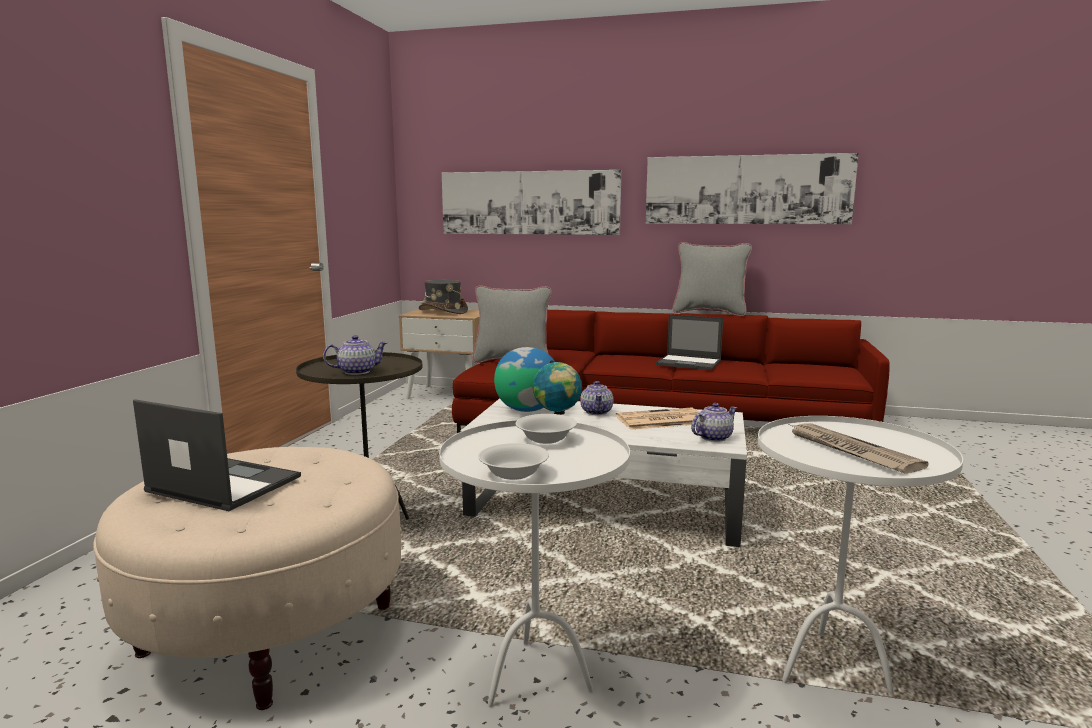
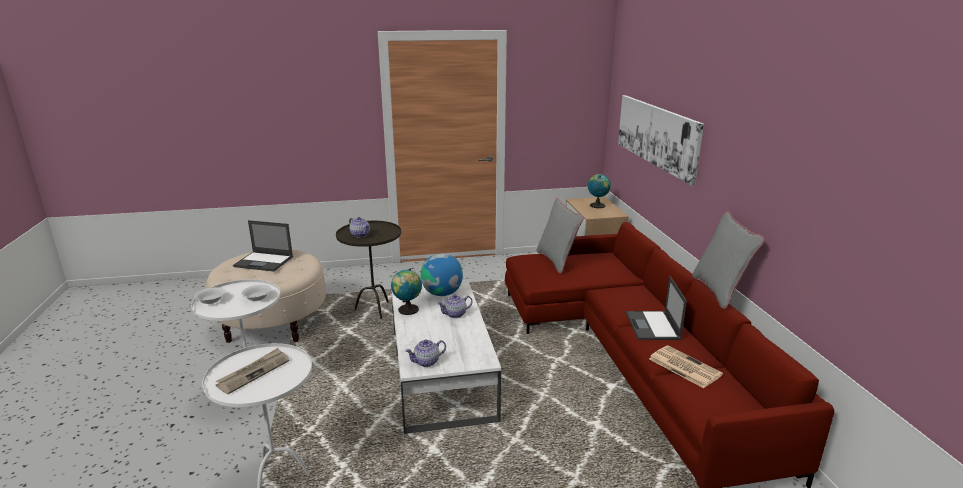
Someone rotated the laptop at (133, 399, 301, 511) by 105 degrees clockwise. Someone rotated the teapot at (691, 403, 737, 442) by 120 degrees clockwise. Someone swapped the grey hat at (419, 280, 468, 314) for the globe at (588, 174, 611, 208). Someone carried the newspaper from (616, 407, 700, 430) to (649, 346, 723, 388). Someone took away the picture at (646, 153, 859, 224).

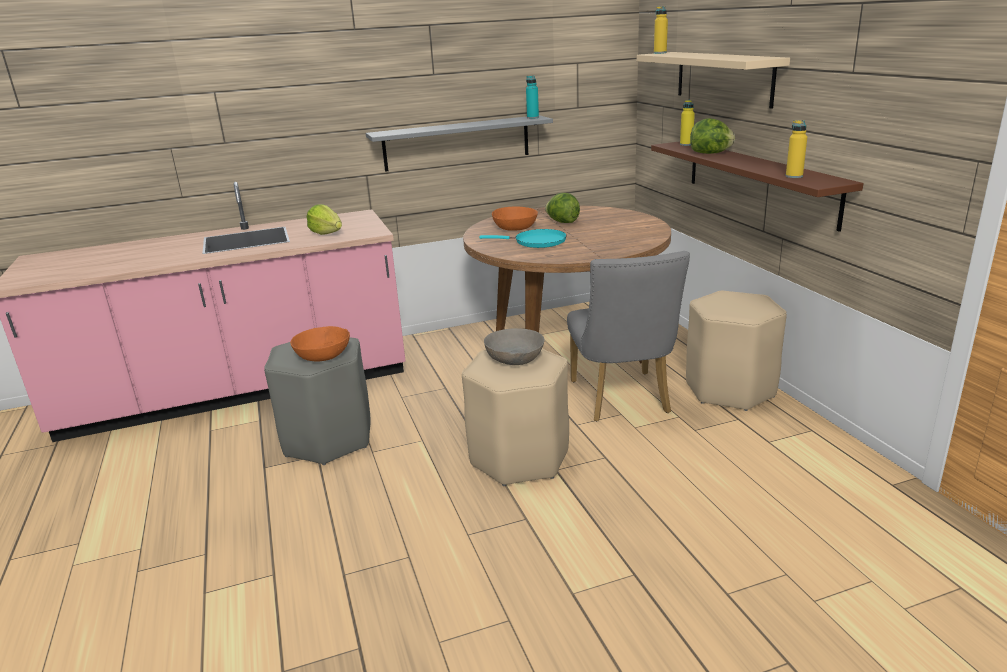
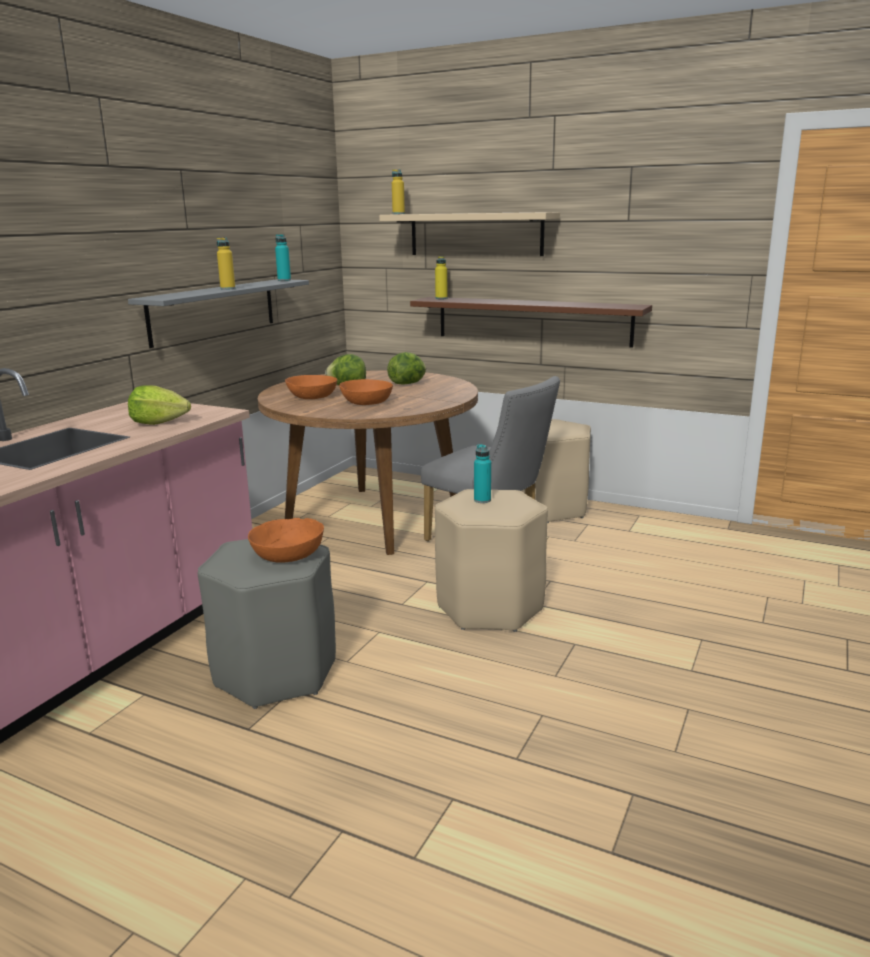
Someone carried the yellow bottle from (786, 120, 807, 178) to (217, 237, 235, 290). Someone swapped the turquoise frying pan at (479, 229, 567, 248) for the orange bowl at (339, 379, 393, 405). Someone carried the lettuce from (690, 118, 735, 154) to (387, 352, 426, 385). Someone swapped the grey bowl at (484, 328, 545, 365) for the turquoise bottle at (474, 444, 491, 503).

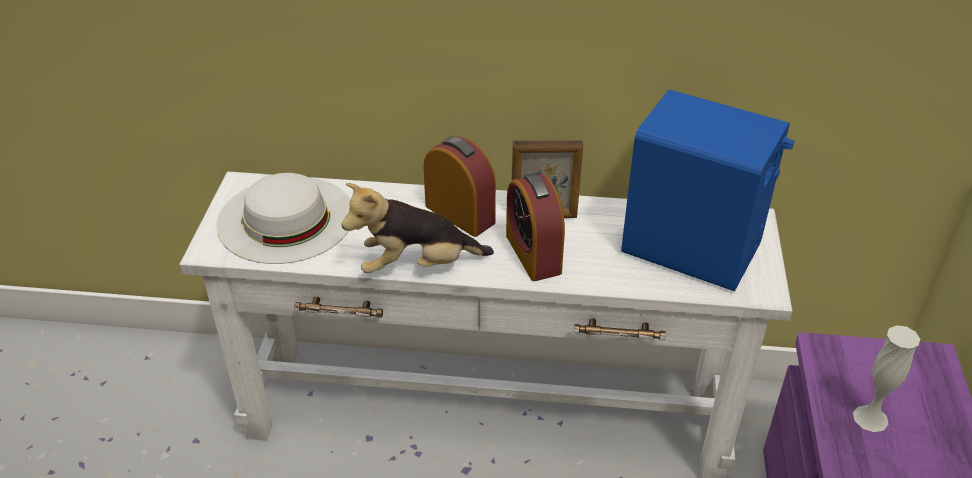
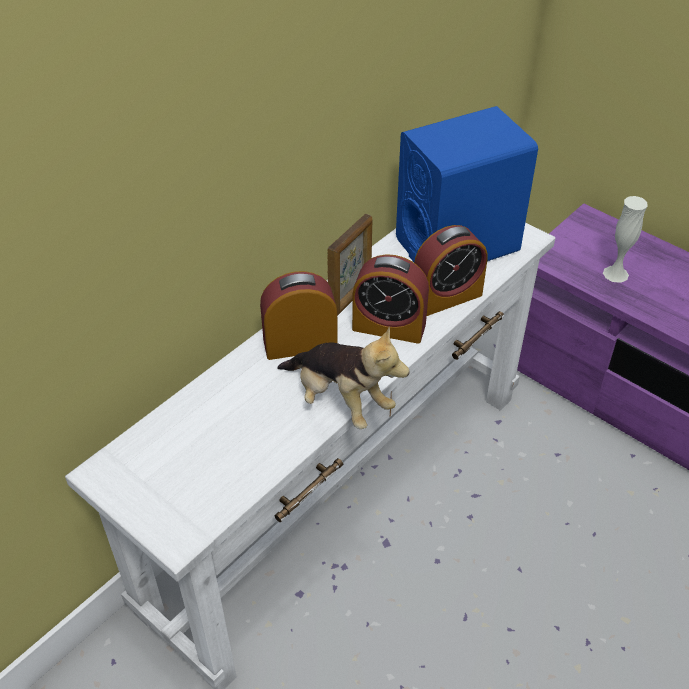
Someone rotated the plush toy at (342, 183, 494, 273) by 75 degrees counterclockwise. Someone put down the alarm clock at (414, 225, 488, 316). Someone took away the white hat at (216, 173, 350, 264).

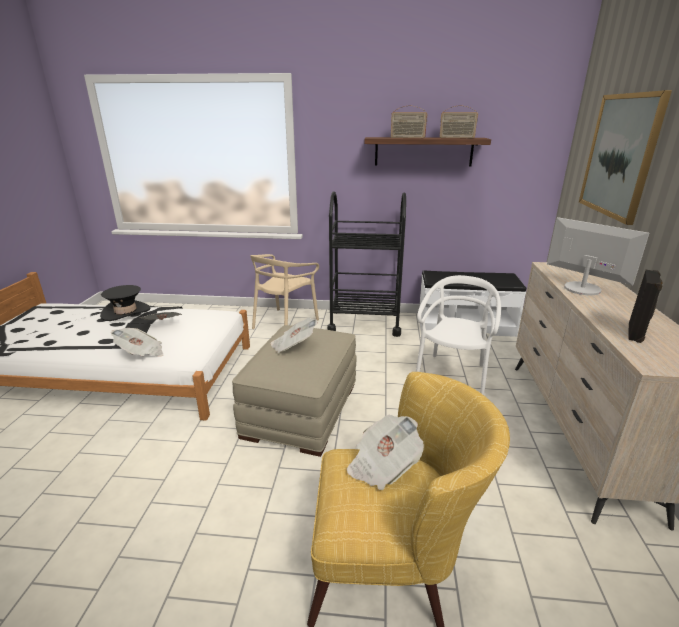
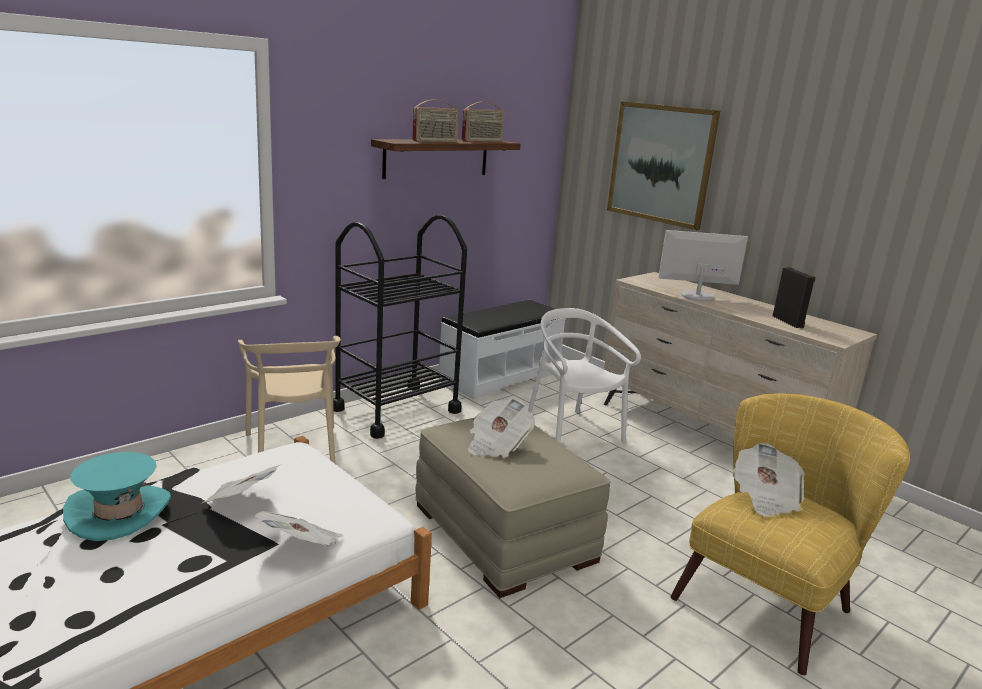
Someone repainted the black hat at (100, 285, 150, 321), which became the turquoise hat at (63, 452, 171, 541).

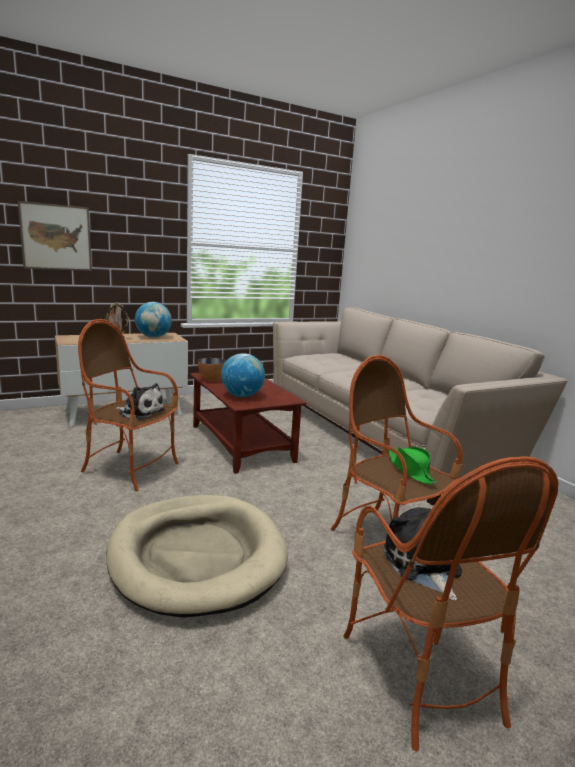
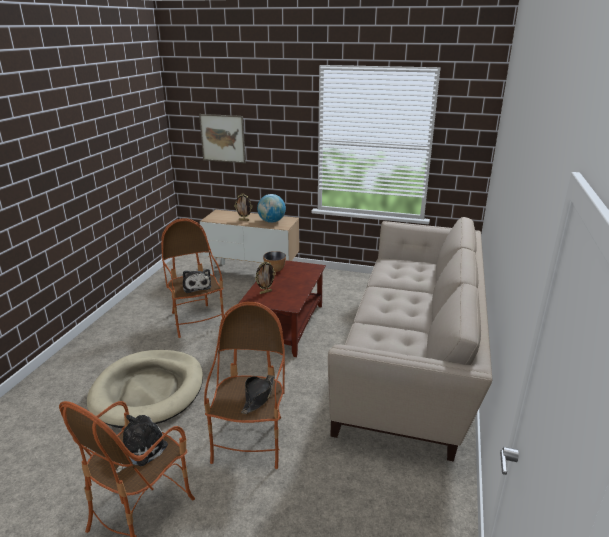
Someone repainted the green hat at (388, 446, 438, 485), which became the black hat at (241, 375, 274, 414). Someone swapped the globe at (221, 353, 265, 397) for the picture frame at (255, 261, 276, 294).

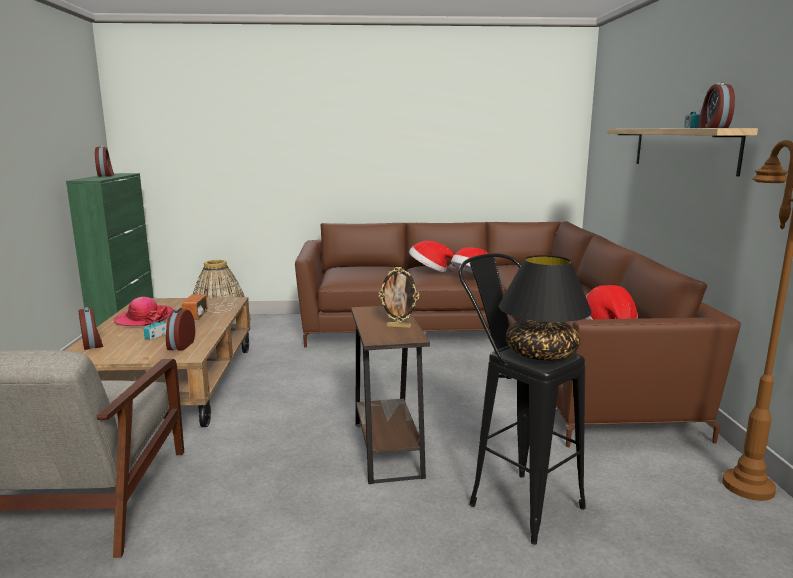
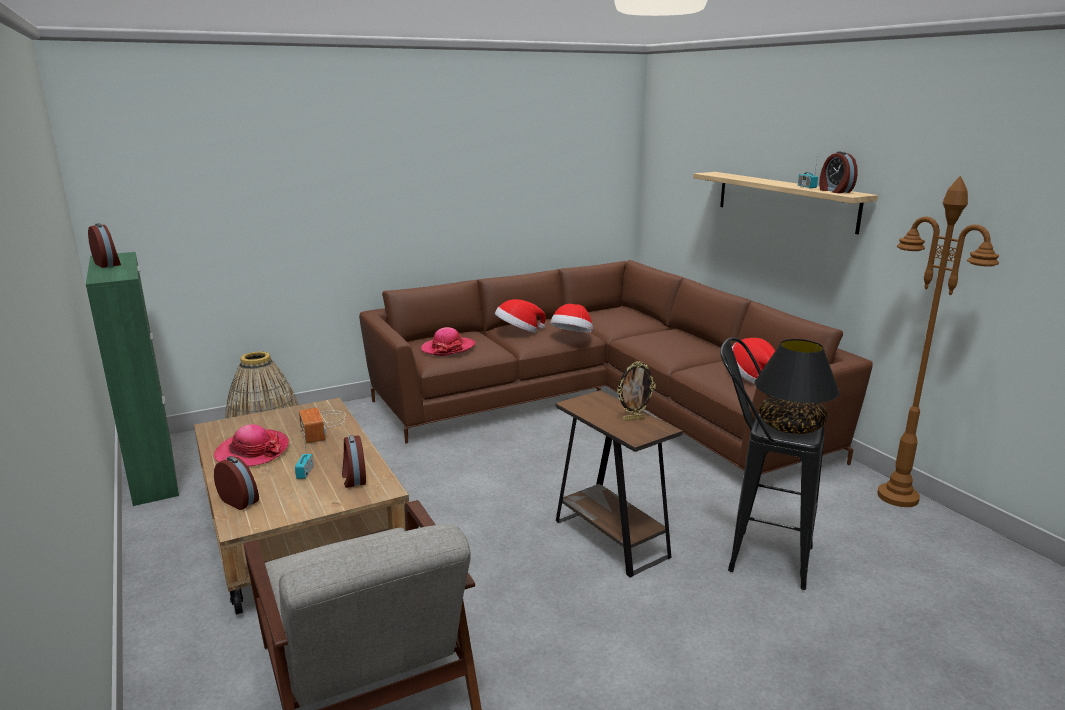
Someone put down the hat at (421, 327, 476, 356).

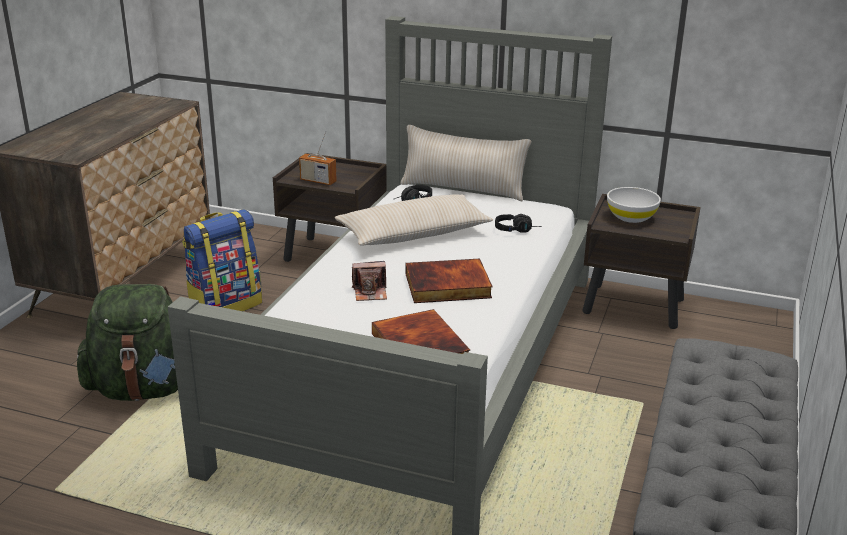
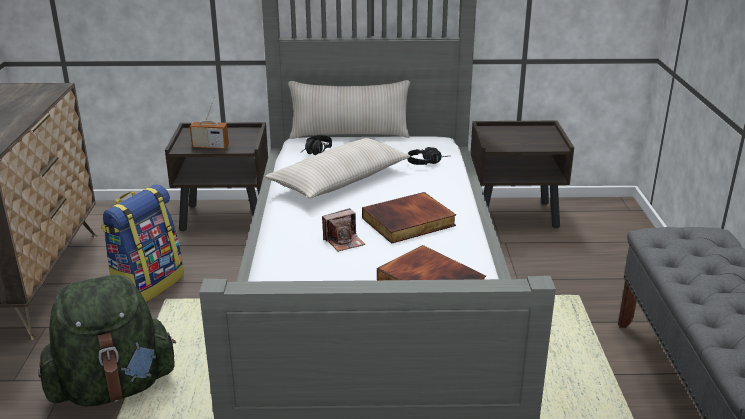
Someone took away the white bowl at (607, 187, 661, 223).

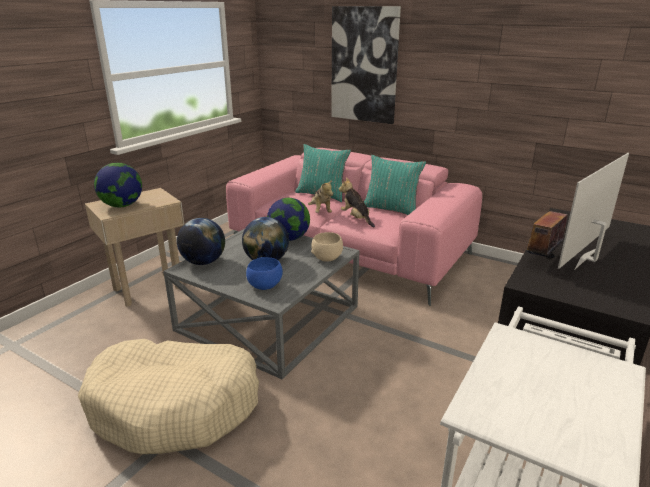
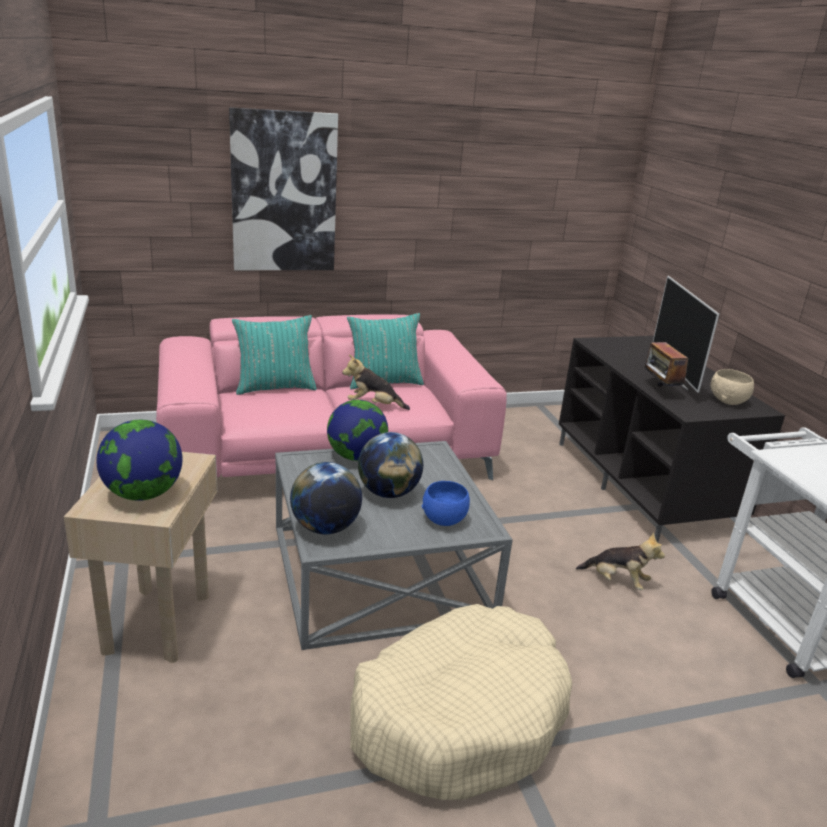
Someone carried the plush toy from (308, 179, 333, 213) to (576, 532, 665, 590). Someone carried the beige bowl from (311, 232, 343, 262) to (711, 369, 754, 405).

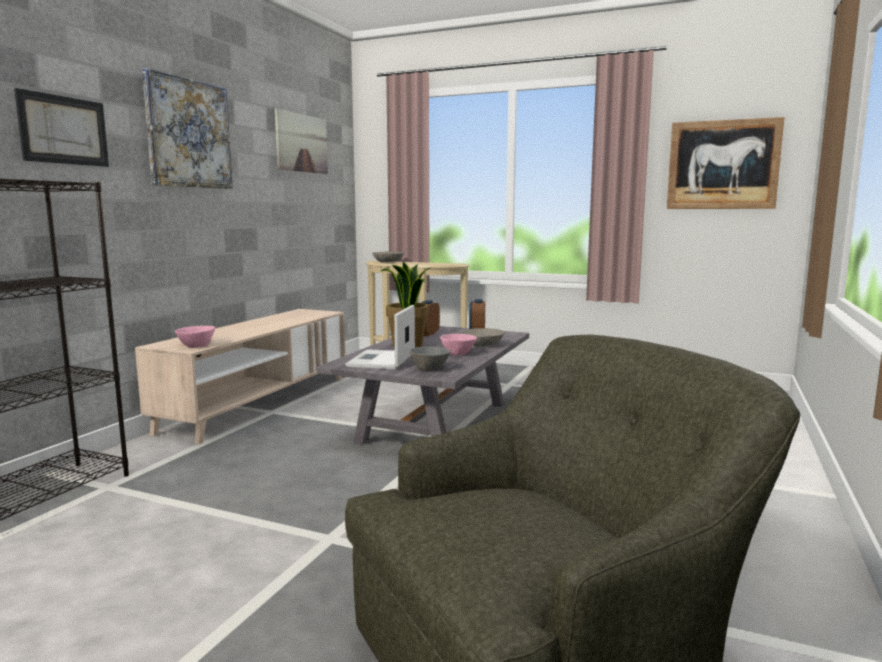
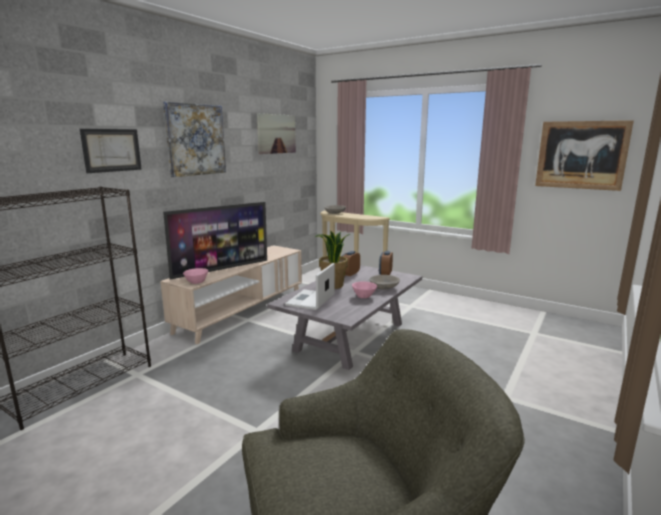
Someone put down the television at (163, 202, 267, 280). Someone took away the grey bowl at (410, 346, 450, 371).

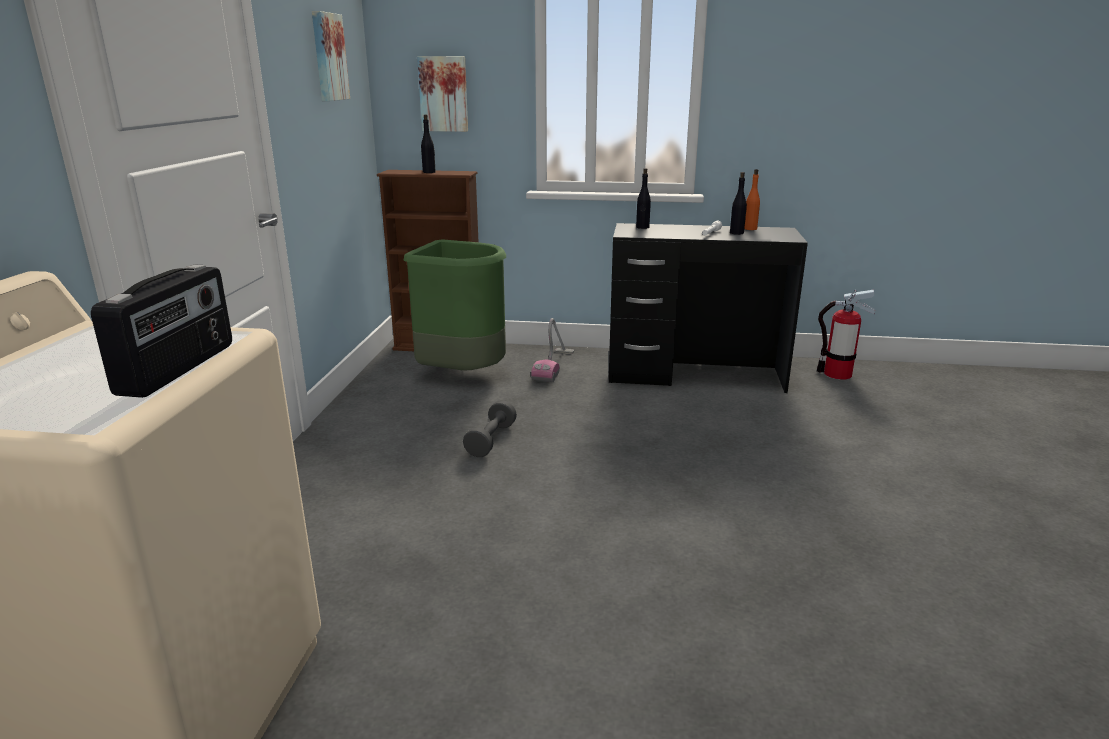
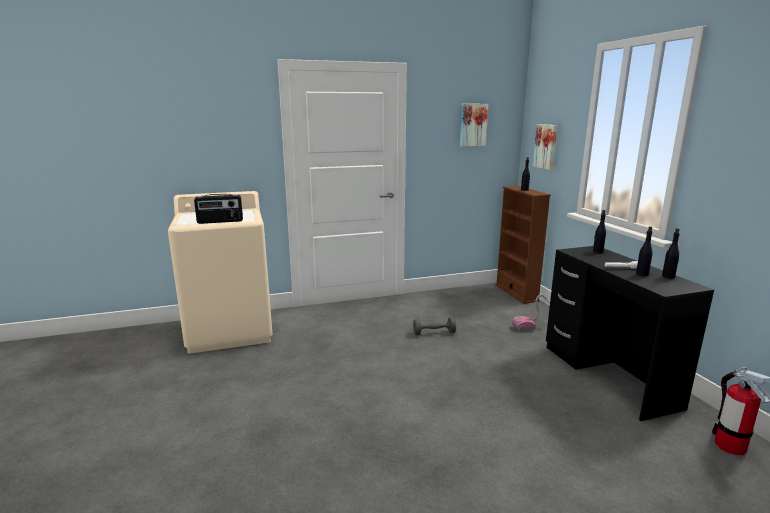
Someone repainted the orange bottle at (744, 169, 760, 230), which became the black bottle at (662, 228, 680, 279). Someone took away the green trash can at (404, 239, 506, 371).

